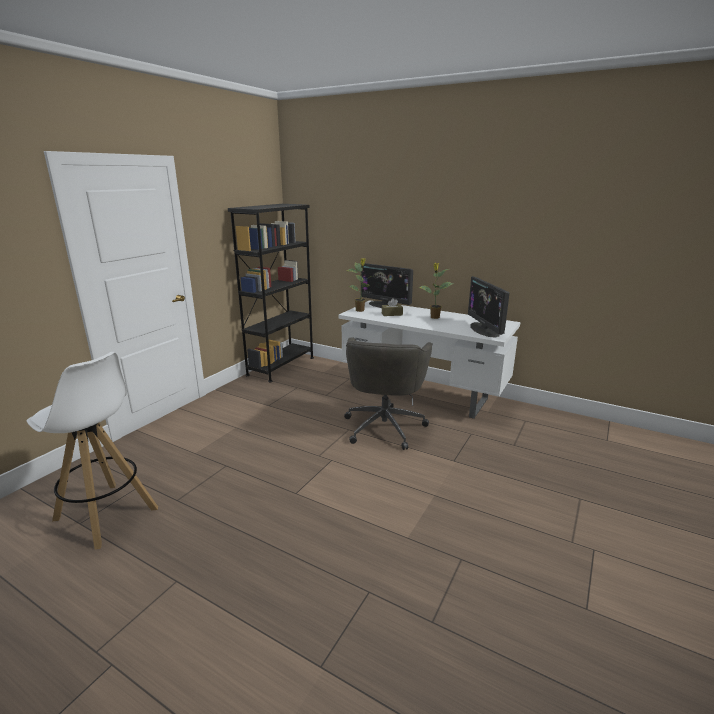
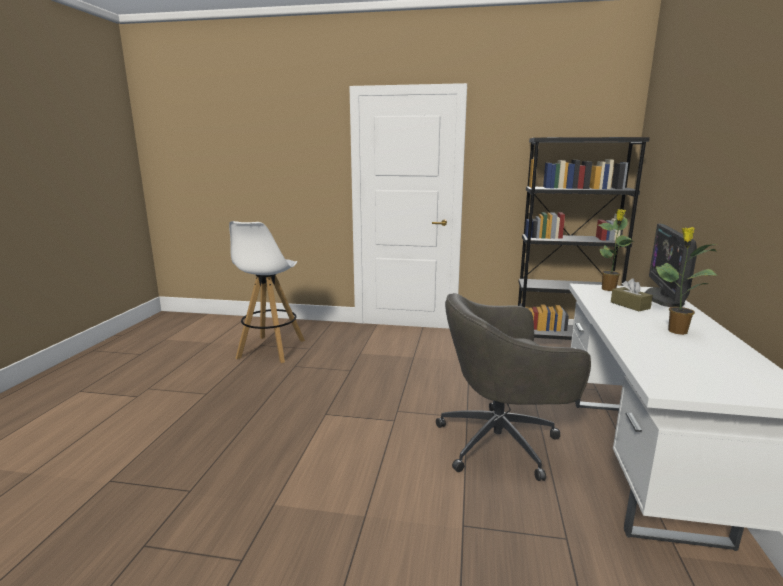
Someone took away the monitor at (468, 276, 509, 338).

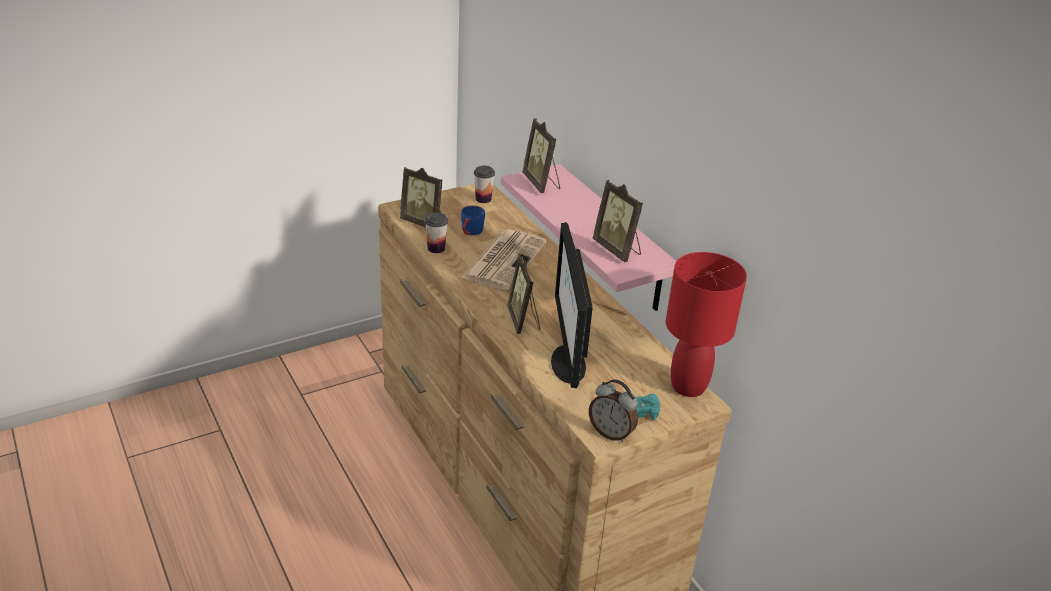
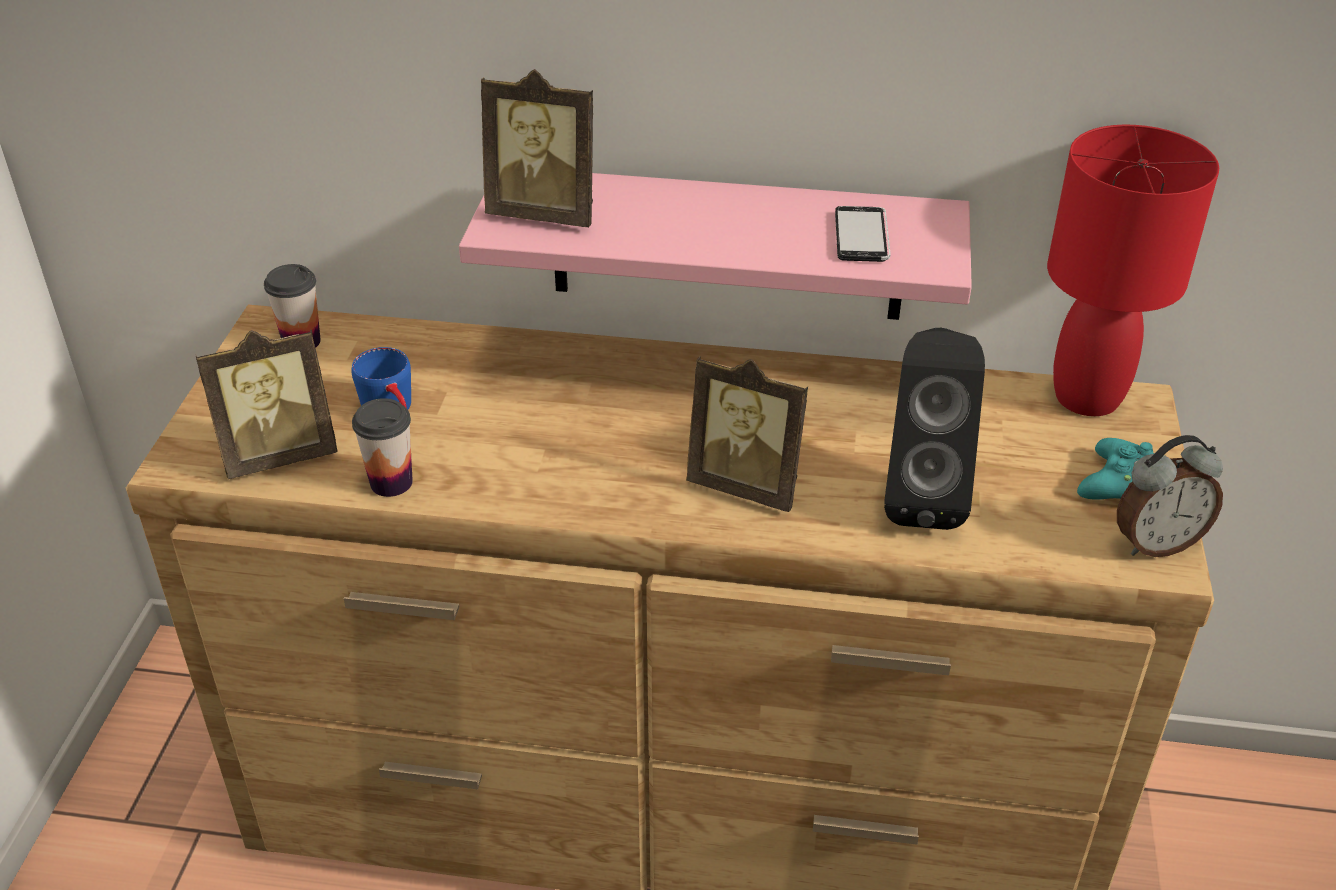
Someone swapped the picture frame at (593, 180, 643, 262) for the phone at (835, 206, 891, 262). Someone swapped the monitor at (551, 222, 593, 388) for the black speaker at (884, 328, 985, 530). Someone took away the newspaper at (462, 229, 546, 290).

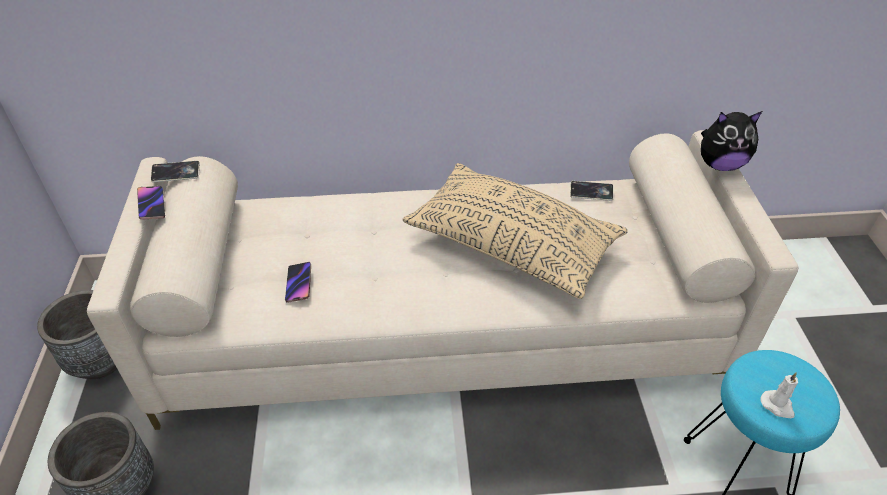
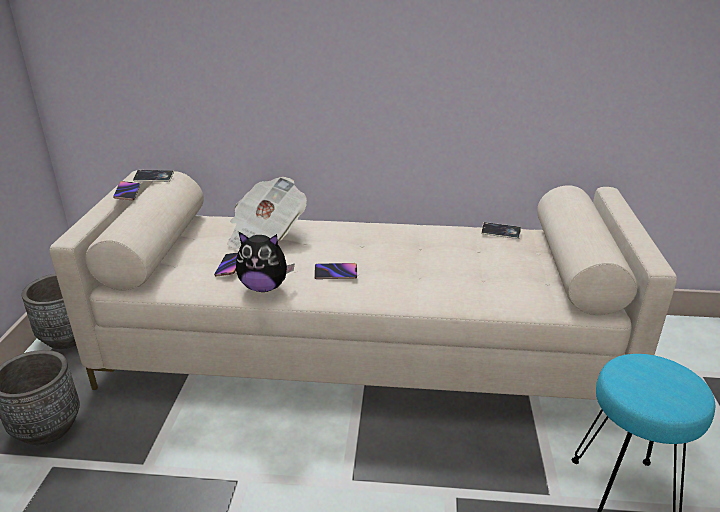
Someone put down the newspaper at (227, 177, 307, 249). Someone carried the plush toy from (701, 111, 762, 171) to (236, 232, 294, 292). Someone put down the phone at (314, 263, 357, 279). Someone took away the beige pillow at (402, 163, 628, 299). Someone took away the white candle at (760, 372, 798, 419).

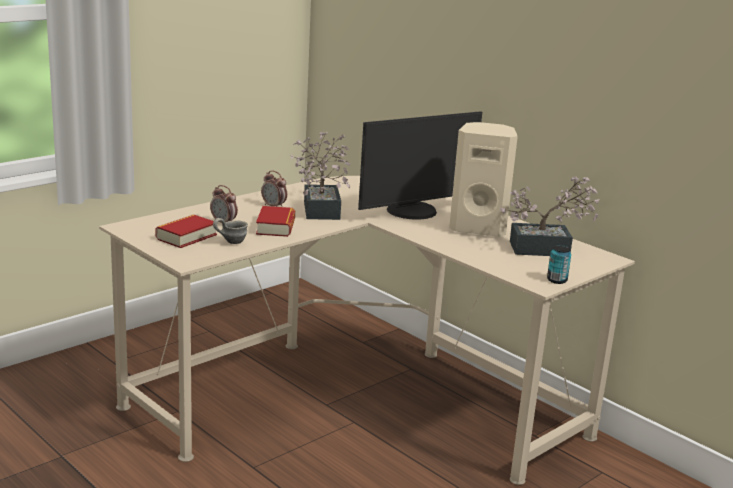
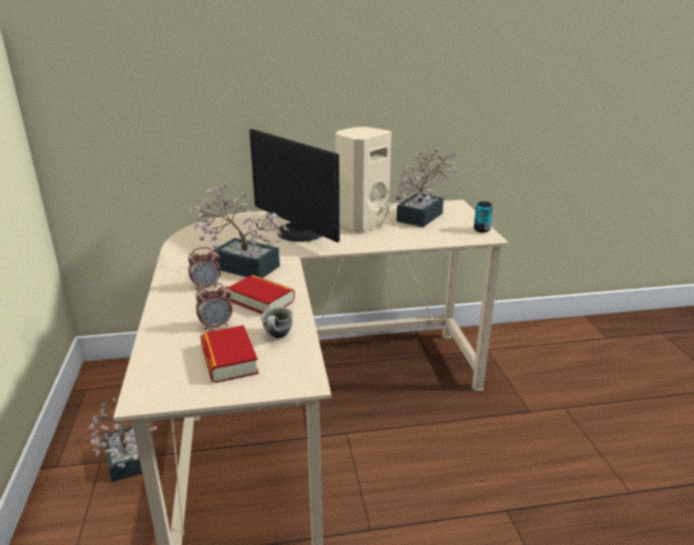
Someone put down the potted plant at (89, 397, 157, 483). Someone rotated the monitor at (358, 111, 482, 220) by 135 degrees clockwise.

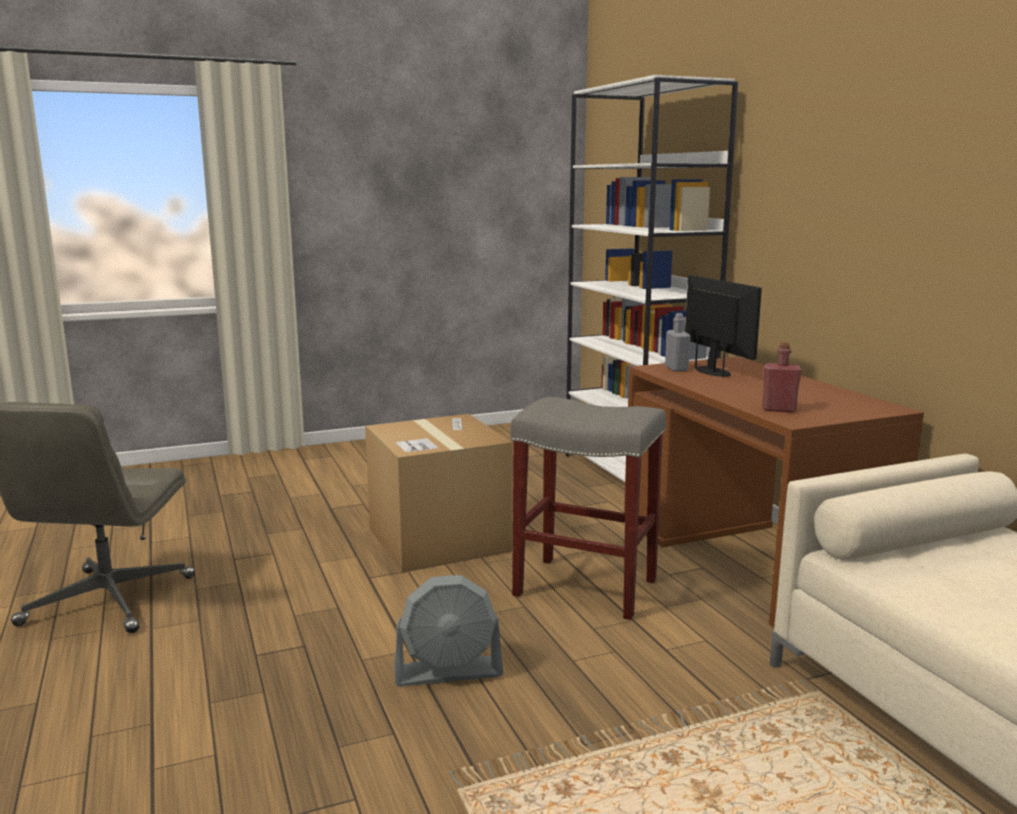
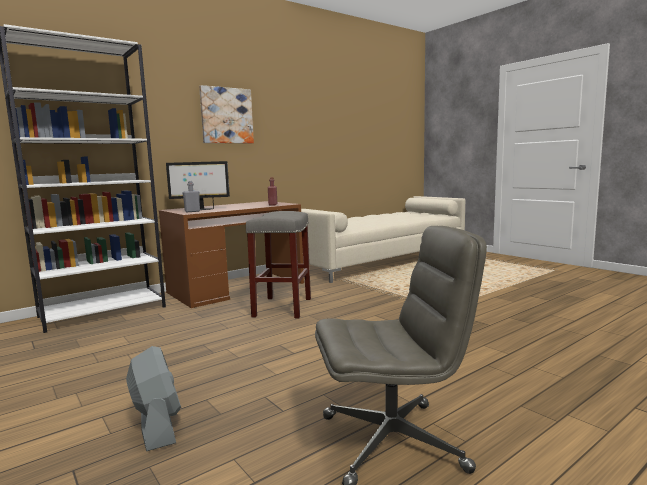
Someone carried the grey fan from (394, 575, 503, 687) to (126, 346, 181, 451). Someone rotated the monitor at (685, 275, 762, 377) by 150 degrees counterclockwise. Someone put up the picture at (199, 85, 254, 143). Someone took away the cardboard box at (365, 414, 513, 573).

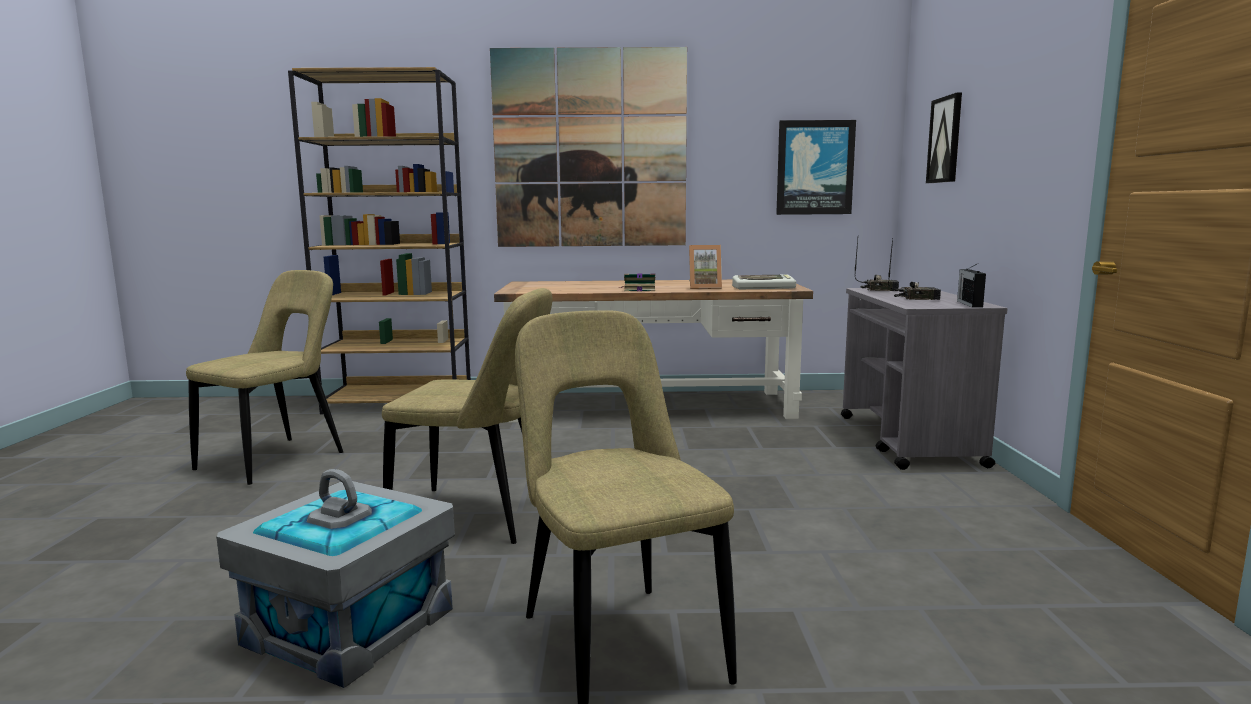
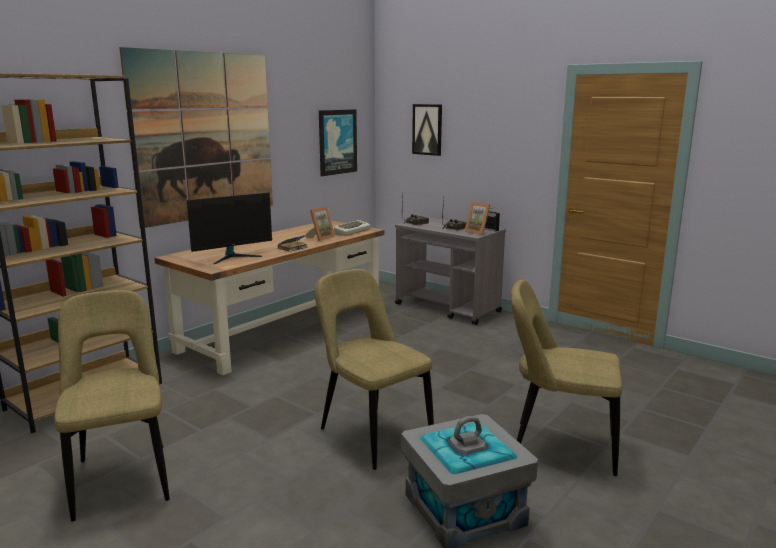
Someone put down the monitor at (187, 192, 272, 264). Someone rotated the beige chair at (382, 288, 552, 544) by 90 degrees counterclockwise. Someone put down the picture frame at (465, 202, 490, 235).

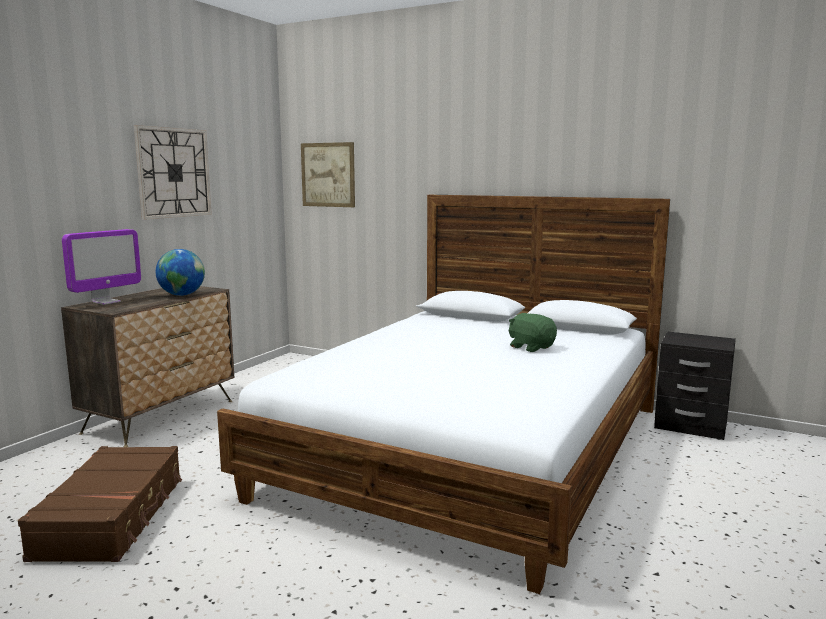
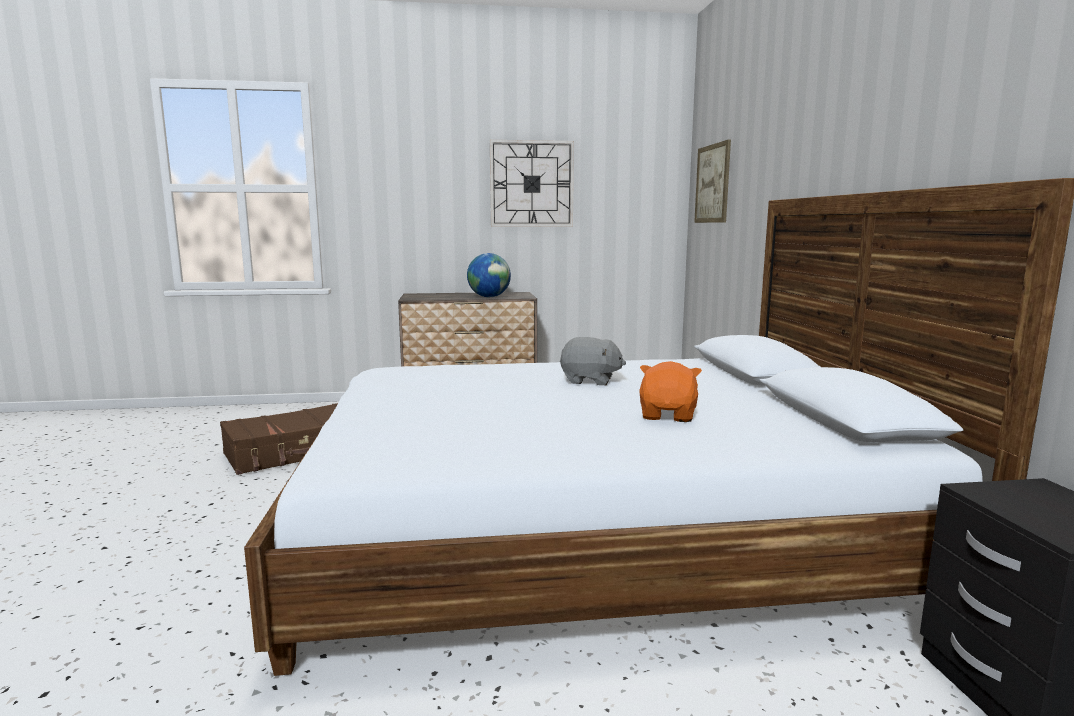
Someone put down the grey plush toy at (560, 337, 626, 385). Someone repainted the green plush toy at (509, 313, 557, 352), which became the orange plush toy at (639, 361, 702, 422). Someone took away the monitor at (62, 229, 141, 305).

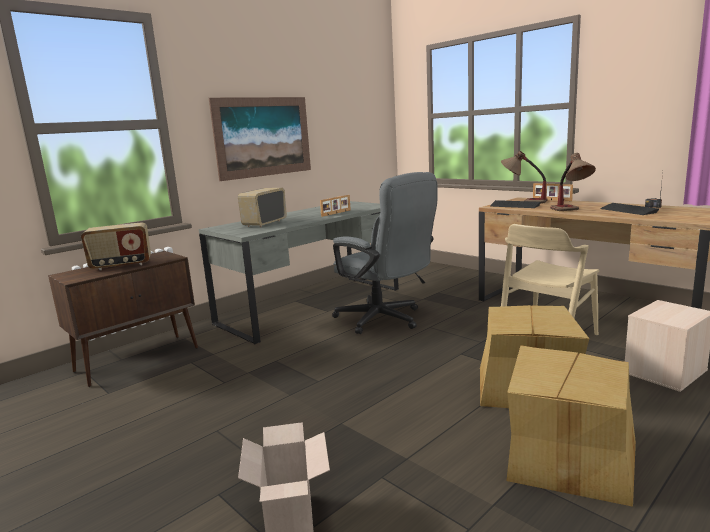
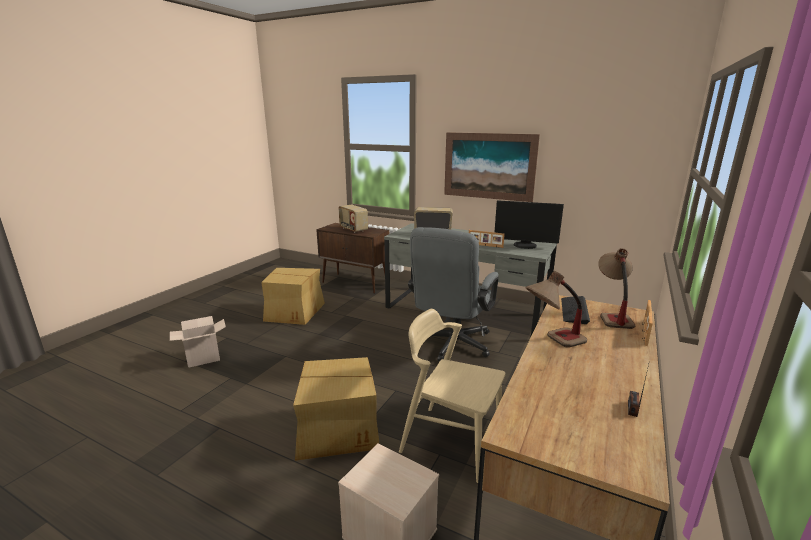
Someone carried the cardboard box from (506, 345, 636, 507) to (261, 268, 325, 325). Someone put down the monitor at (495, 200, 564, 249). Someone took away the keyboard at (600, 203, 659, 215).

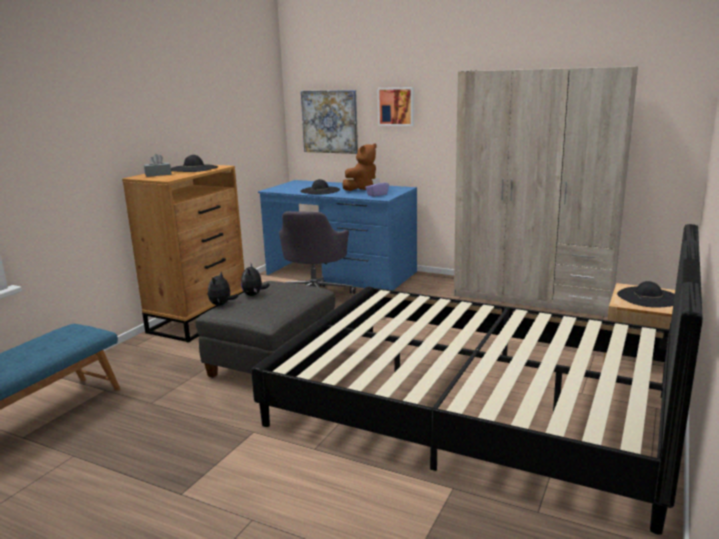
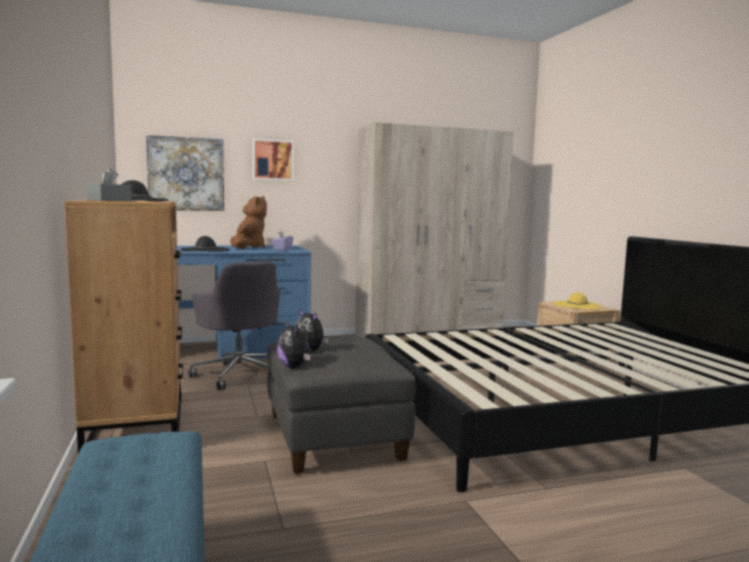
Someone repainted the black hat at (617, 281, 675, 308), which became the yellow hat at (554, 292, 602, 310).

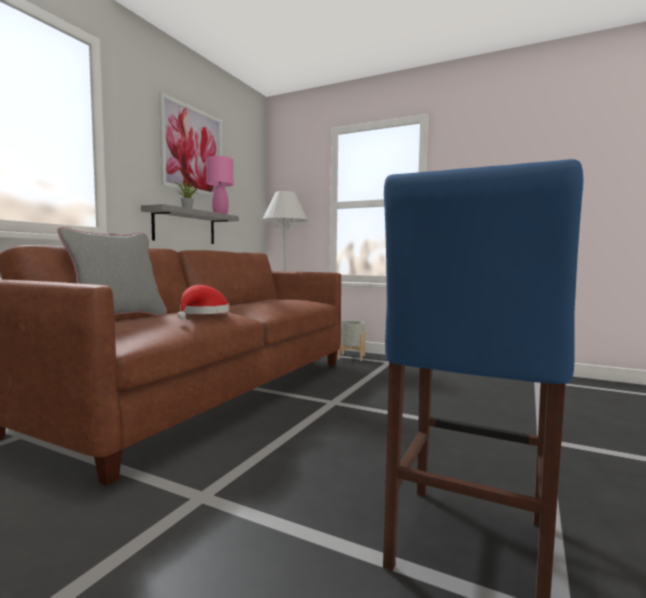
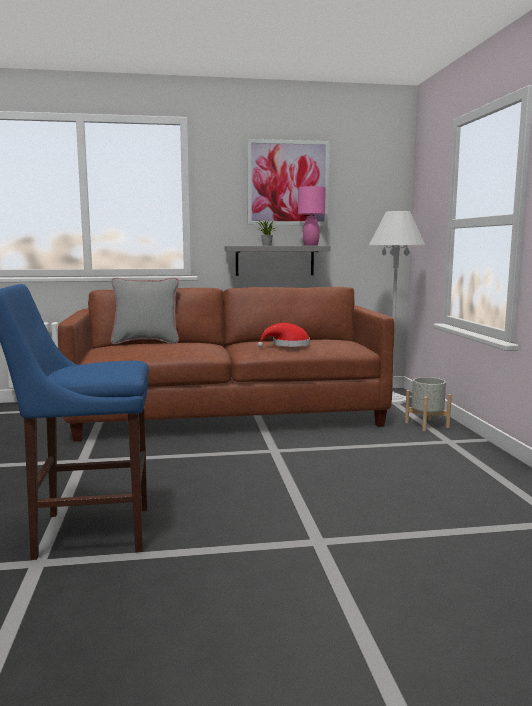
Someone carried the red hat from (177, 285, 229, 319) to (257, 323, 310, 348).

